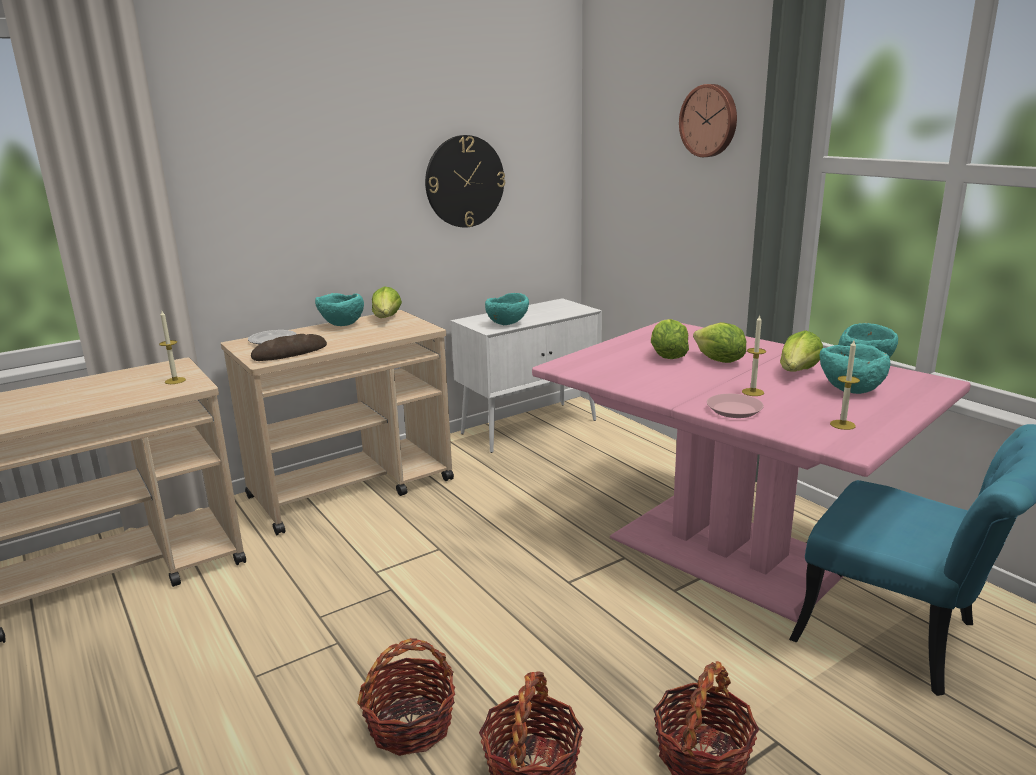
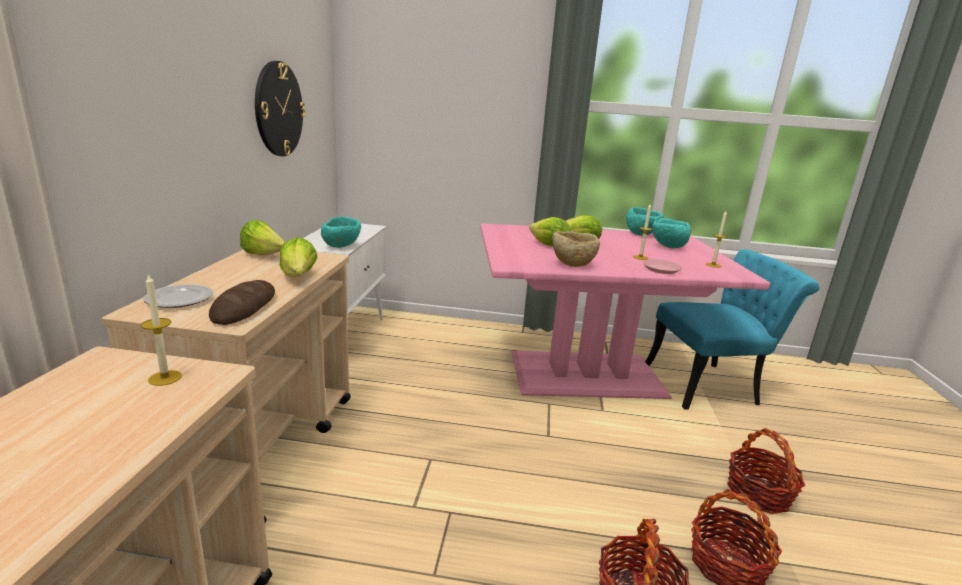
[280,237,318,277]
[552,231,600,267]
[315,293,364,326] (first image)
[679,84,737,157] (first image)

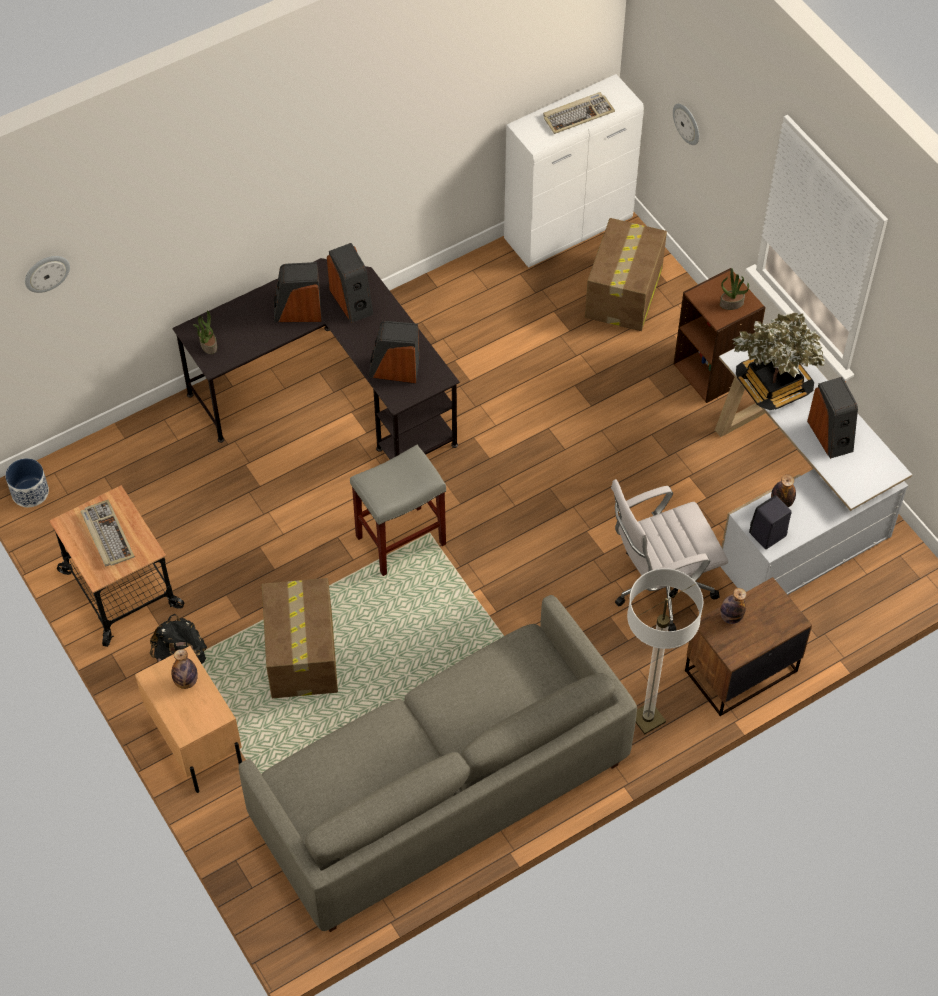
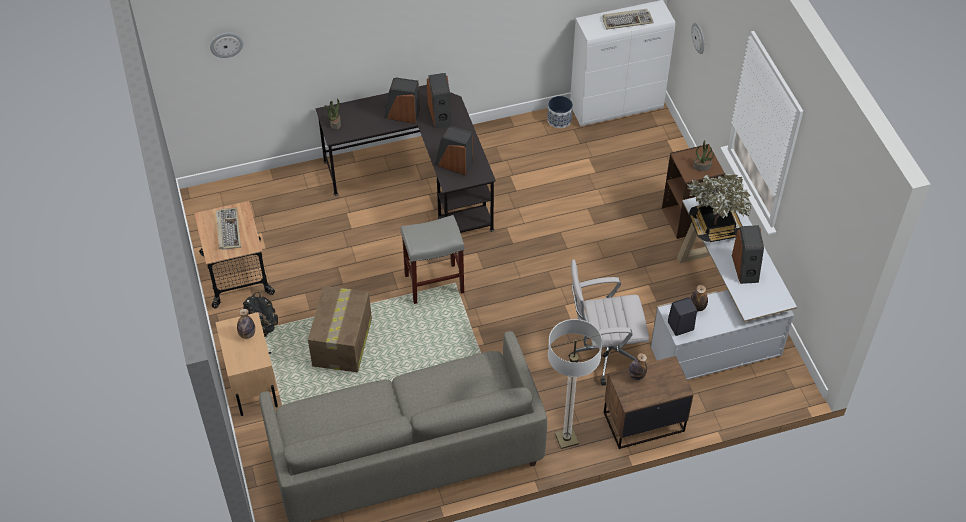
[547,96,573,128]
[585,218,667,331] (first image)

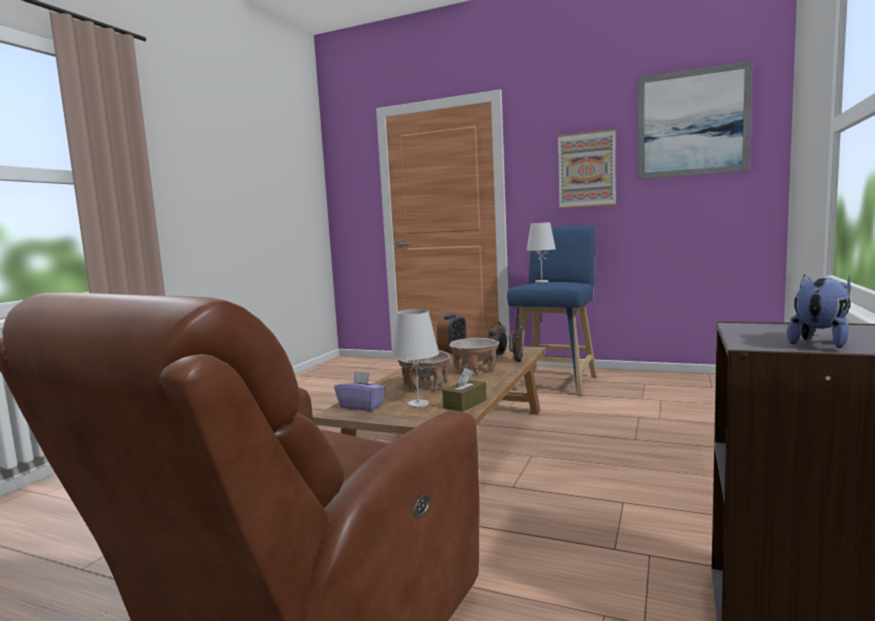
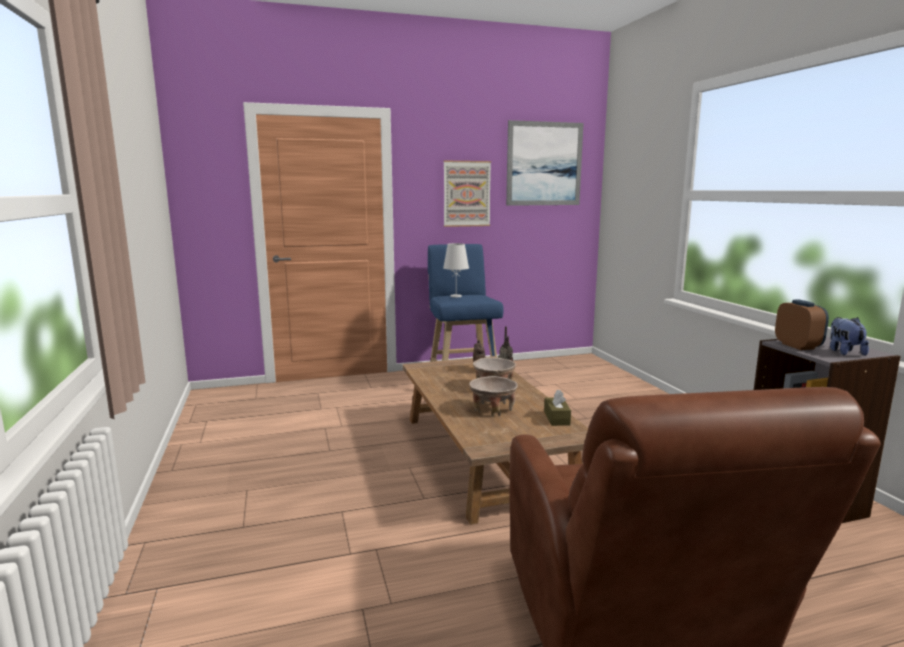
[775,299,829,350]
[334,371,386,411] (first image)
[392,309,439,408] (first image)

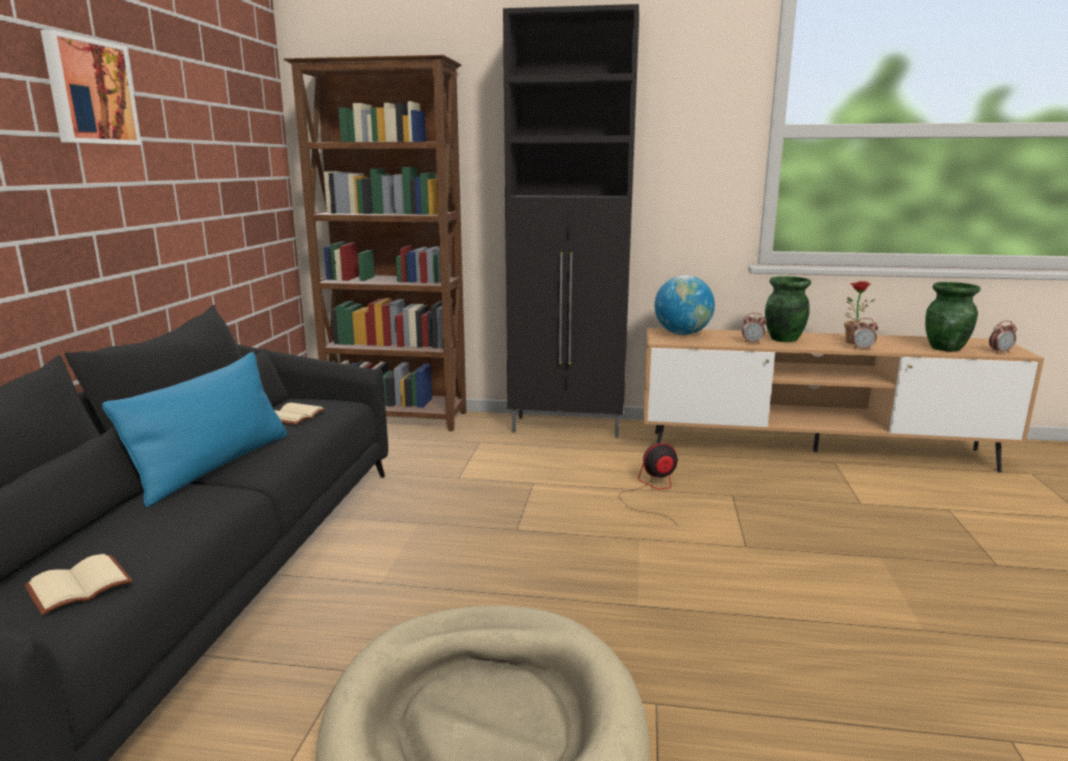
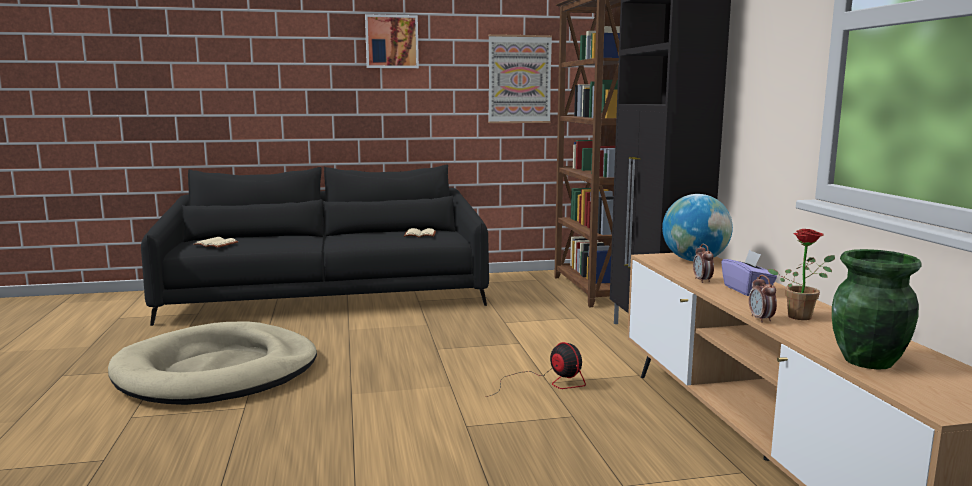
[488,34,552,123]
[721,250,777,296]
[102,352,287,507] (first image)
[989,321,1017,353] (first image)

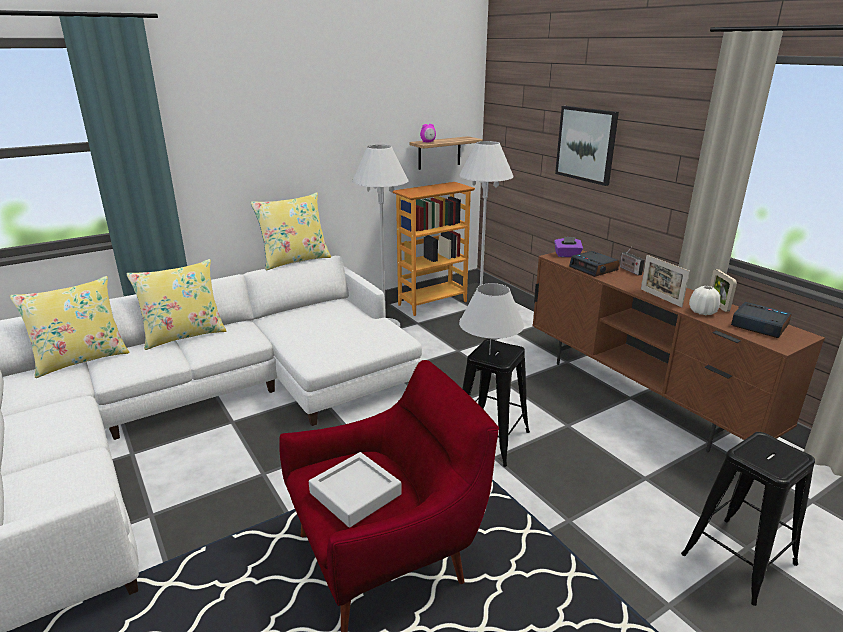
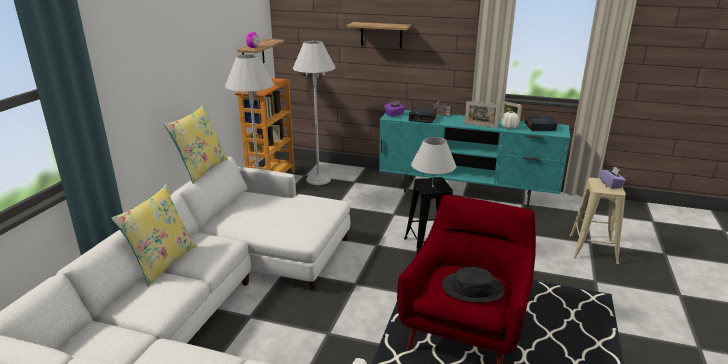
[347,22,411,48]
[379,110,570,209]
[442,267,505,303]
[569,178,626,264]
[600,166,626,189]
[10,276,130,378] (first image)

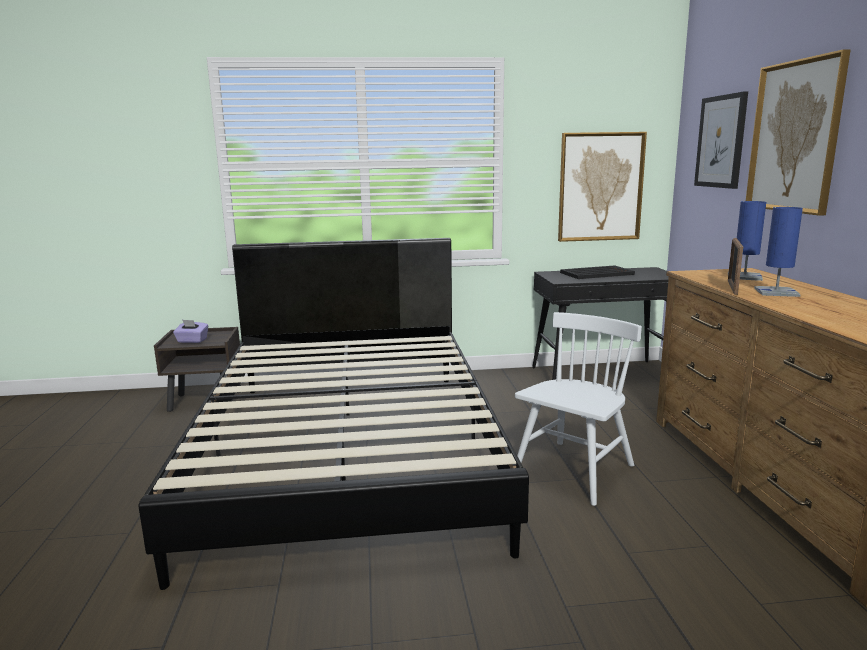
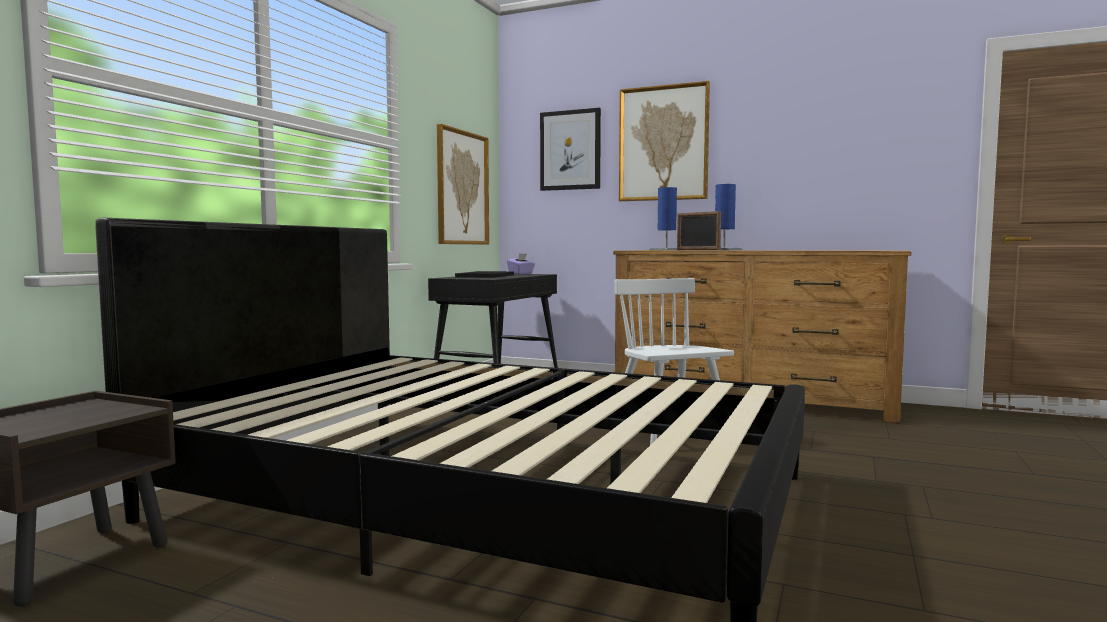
[507,253,535,274]

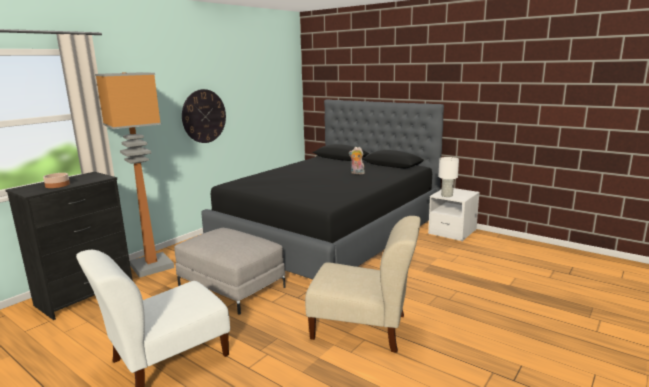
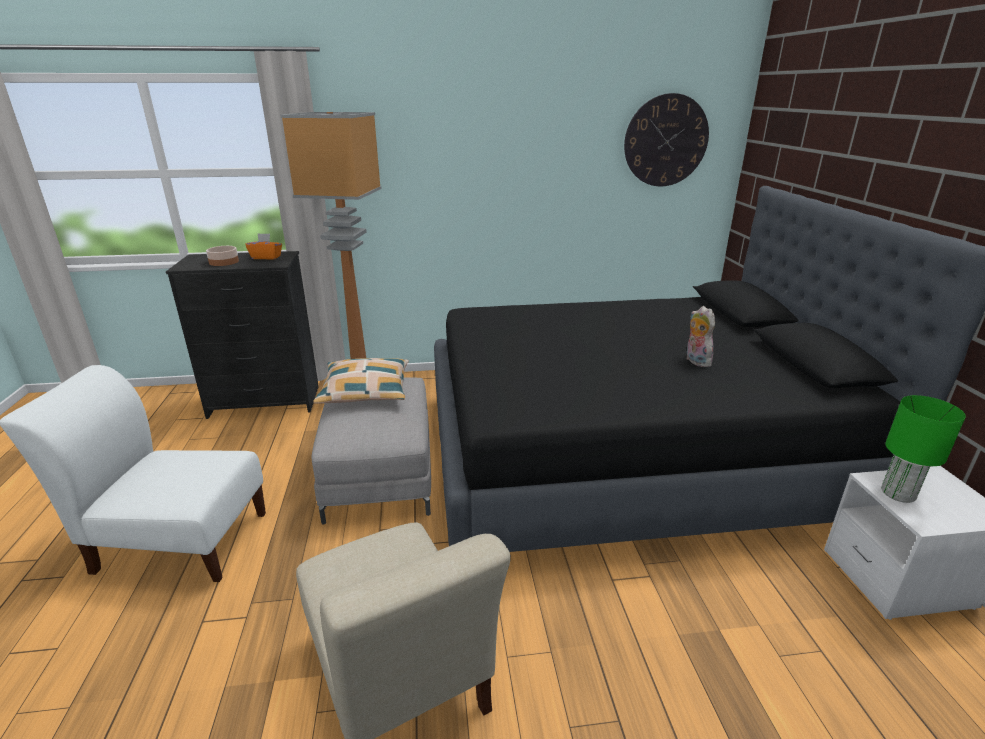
[245,233,282,260]
[313,358,409,403]
[624,93,709,186]
[881,395,966,503]

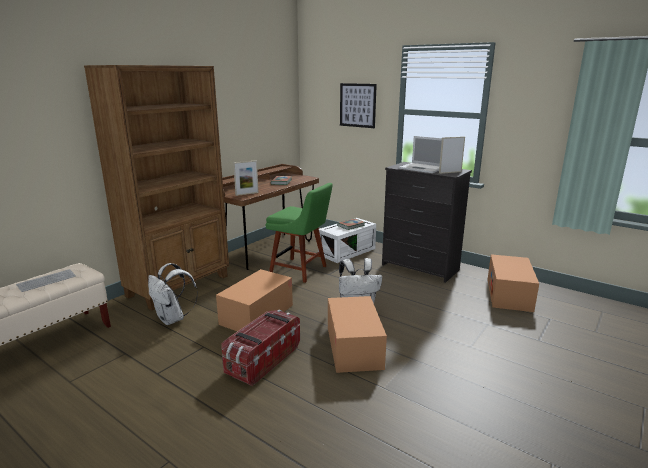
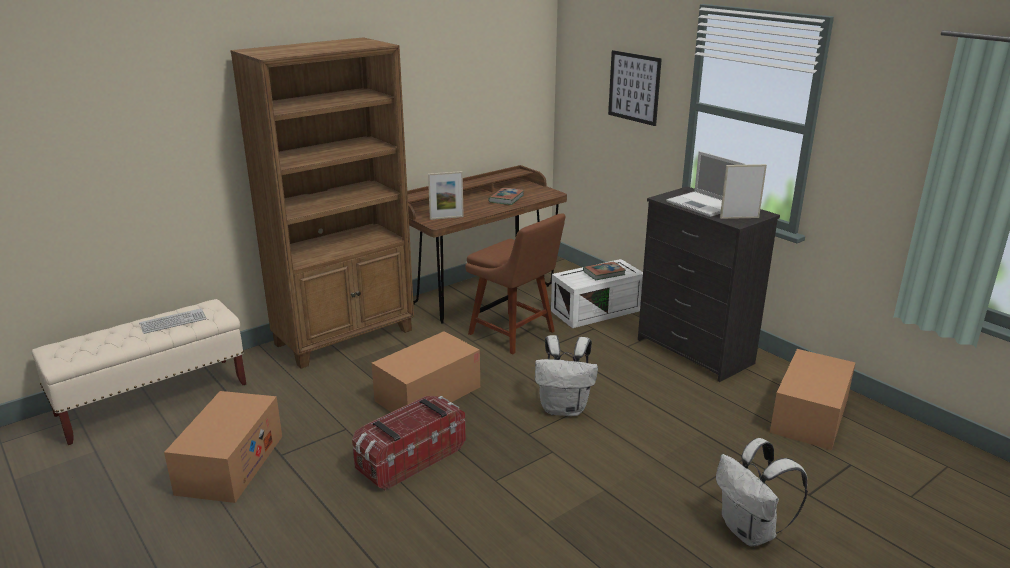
[164,391,282,503]
[465,213,566,354]
[716,438,808,547]

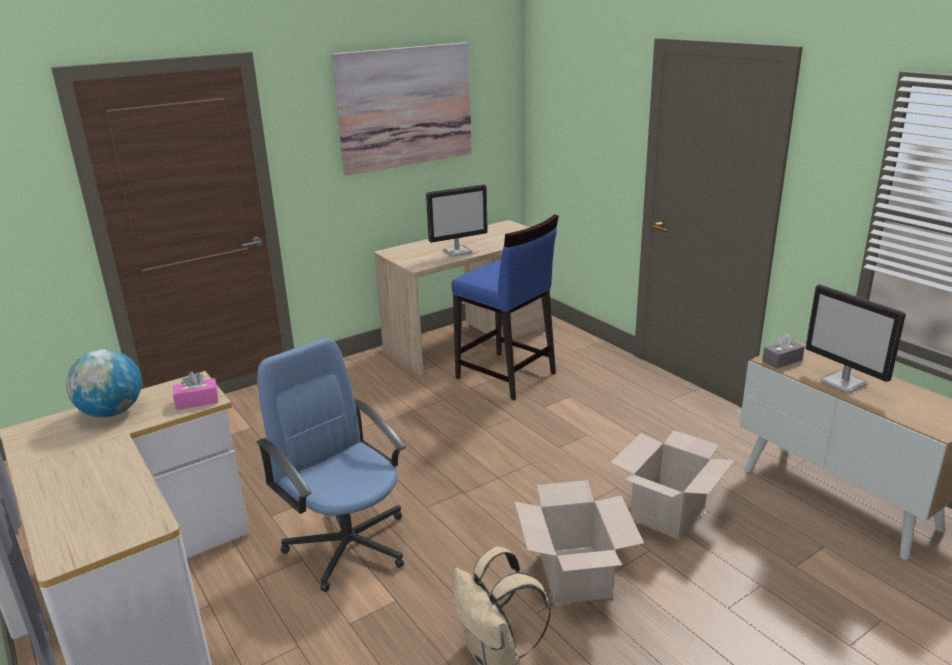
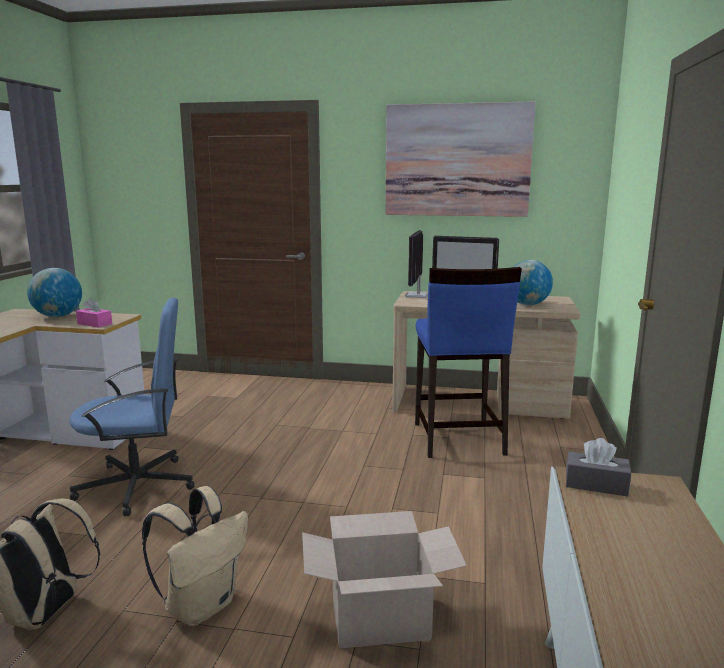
[69,298,195,516]
[142,486,248,626]
[405,230,428,298]
[513,260,553,305]

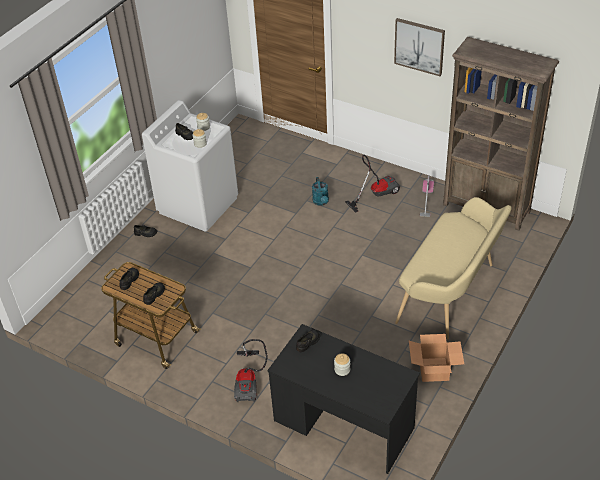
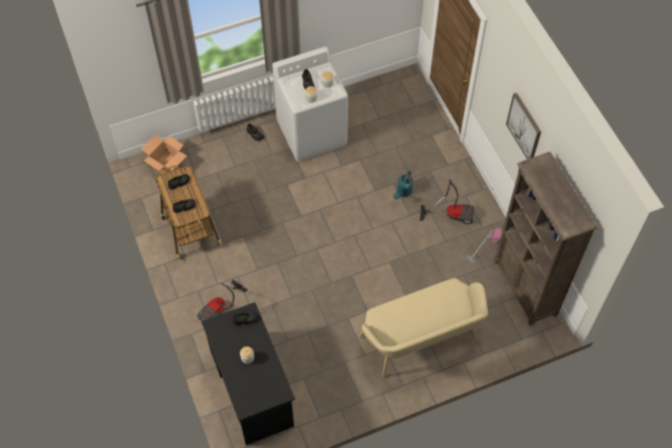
[141,134,187,174]

